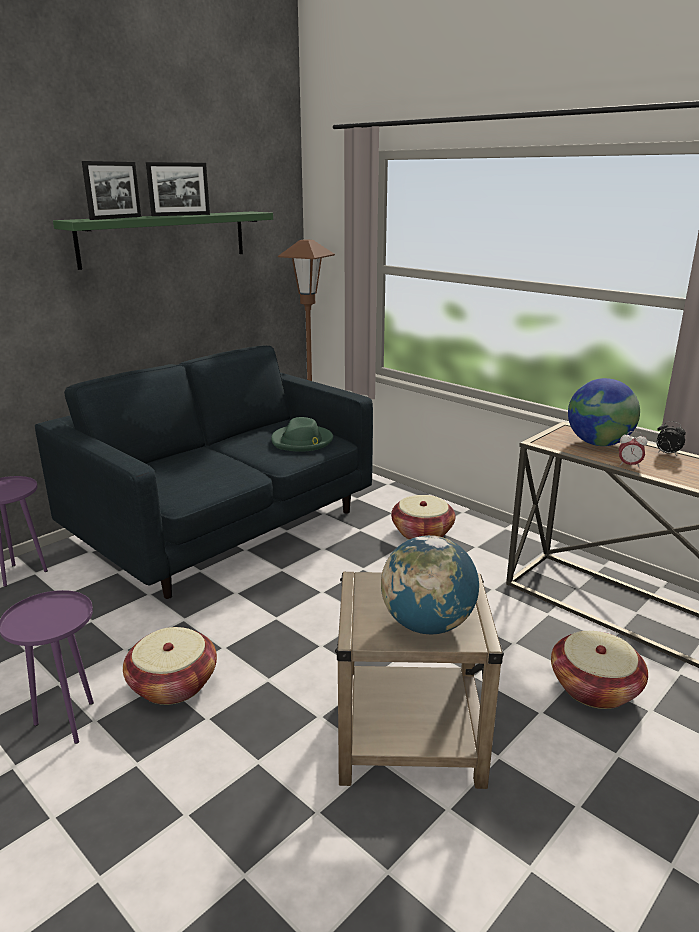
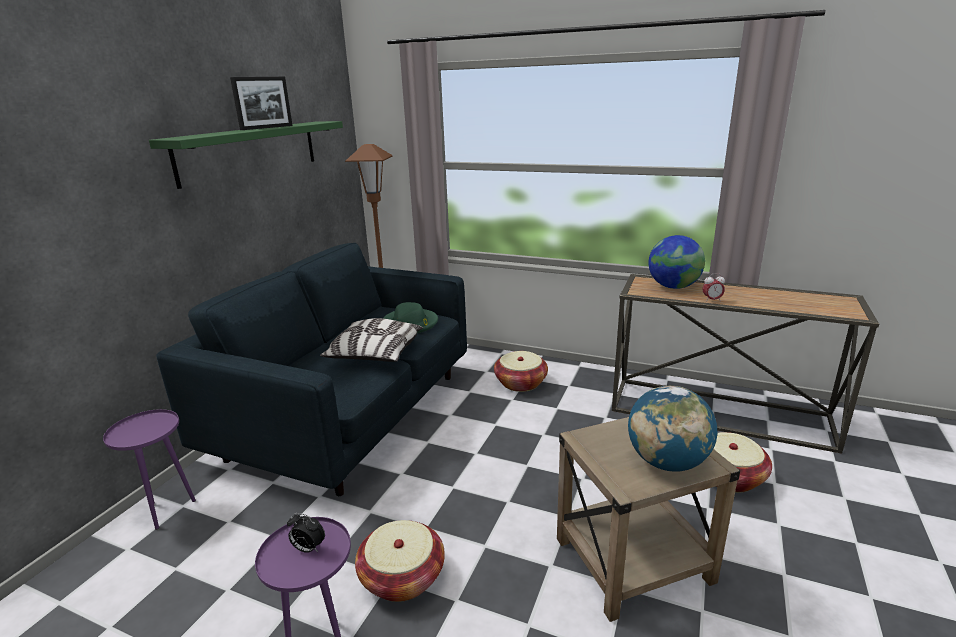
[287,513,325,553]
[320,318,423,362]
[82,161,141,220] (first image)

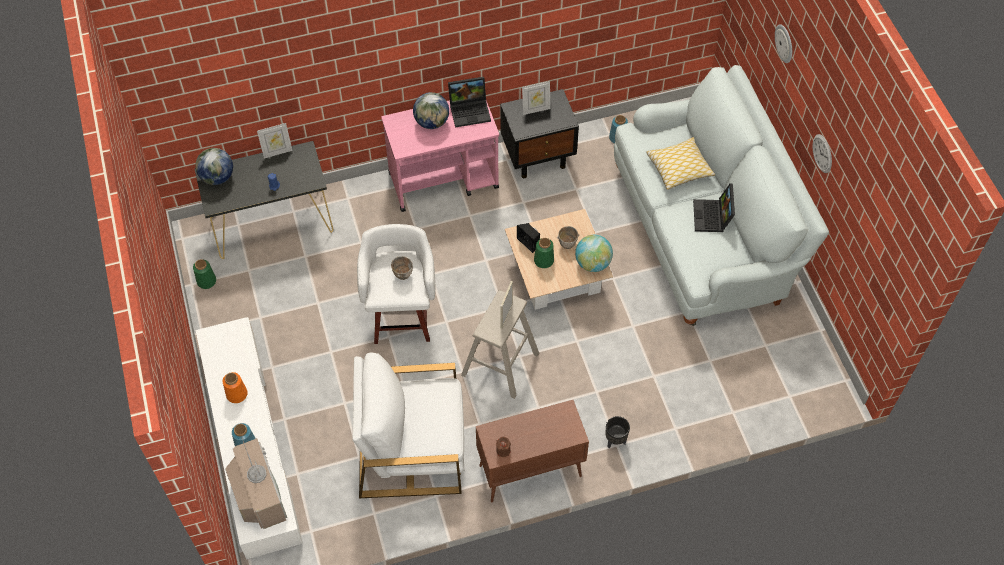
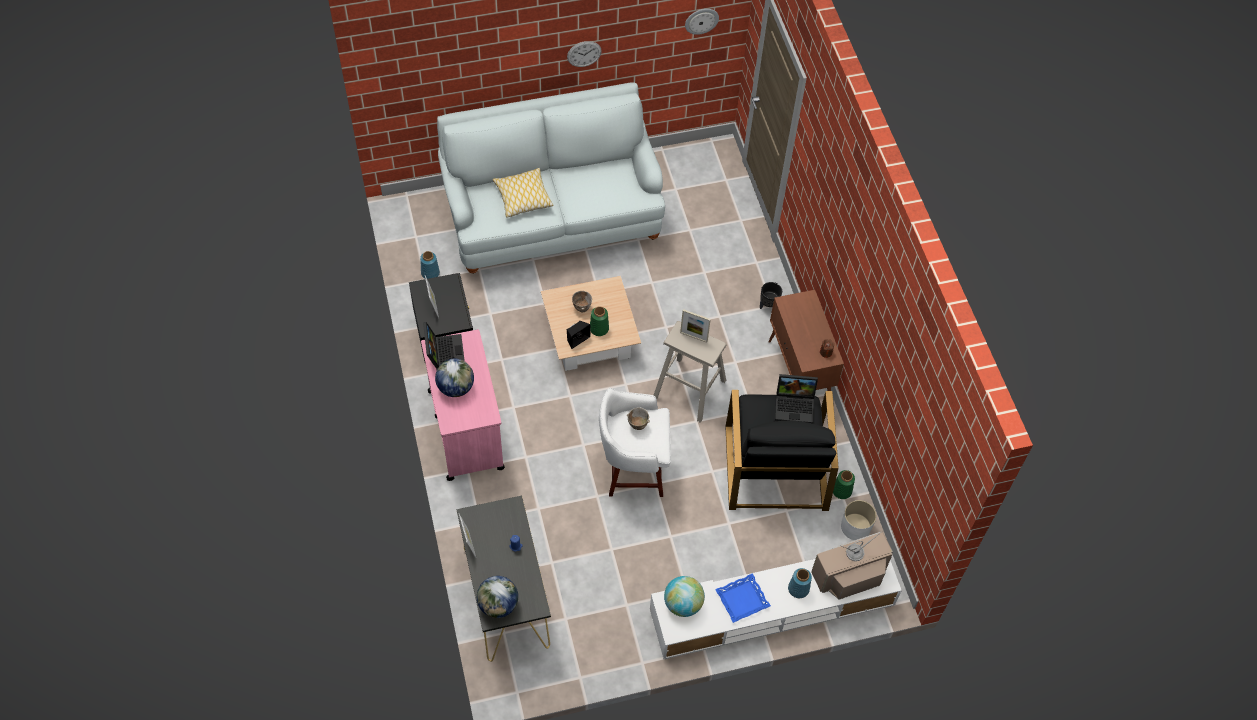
[664,576,705,617]
[685,9,719,35]
[715,573,771,623]
[725,390,839,511]
[775,374,818,424]
[833,470,855,499]
[841,500,876,540]

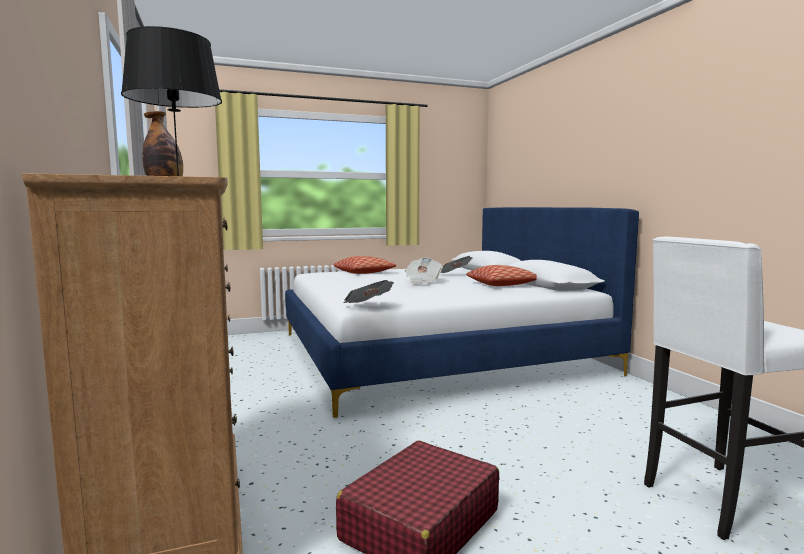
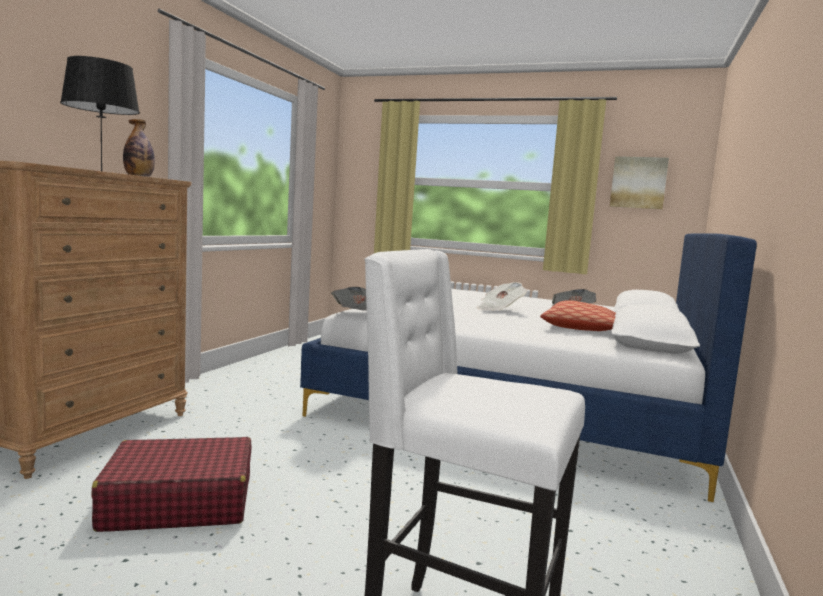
[610,156,669,209]
[333,256,396,274] (first image)

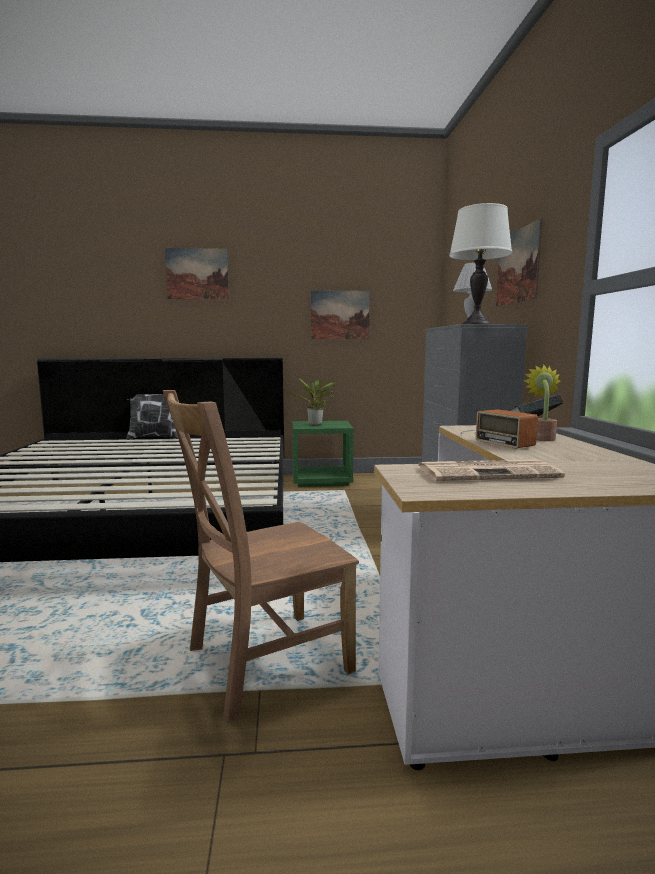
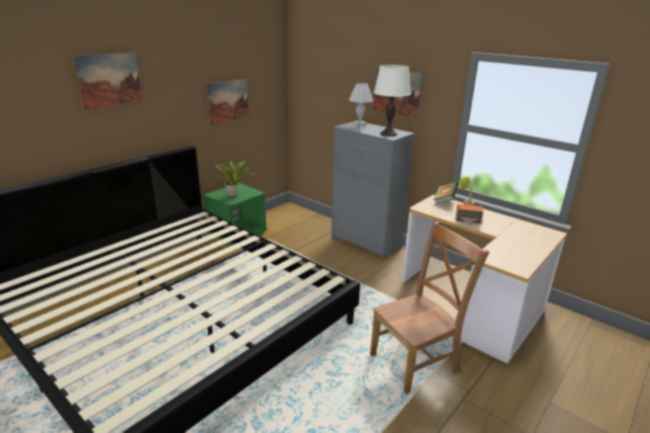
[370,221,490,394]
[126,392,178,440] (first image)
[418,459,565,481] (first image)

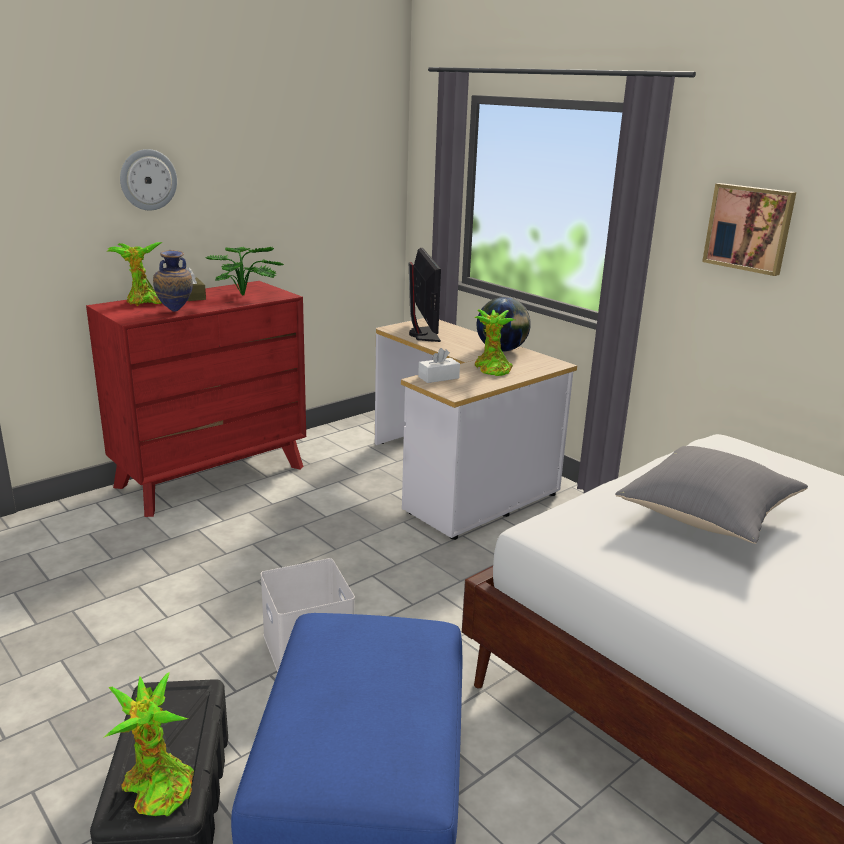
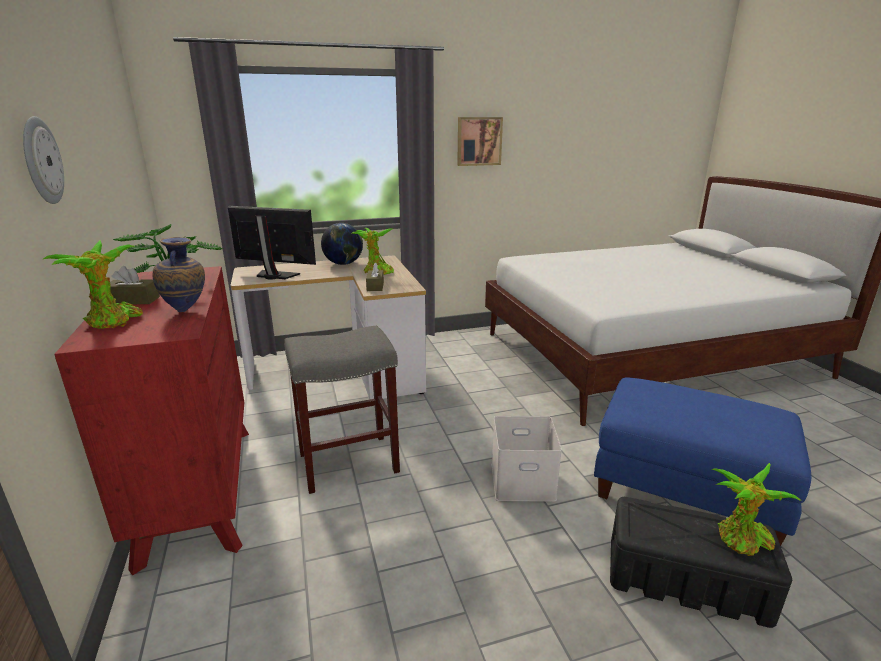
[284,326,400,494]
[366,262,384,291]
[615,446,808,544] (first image)

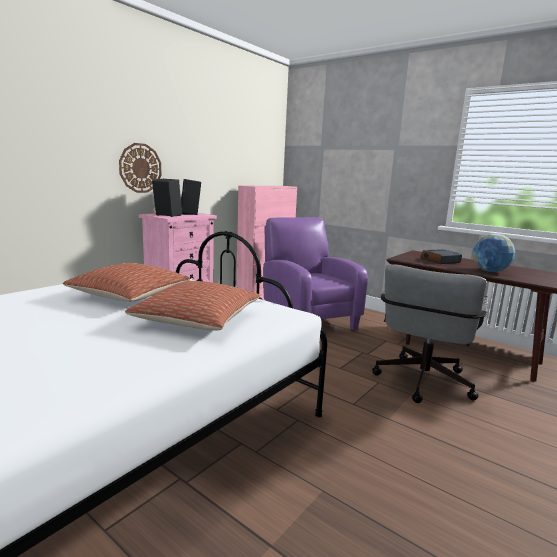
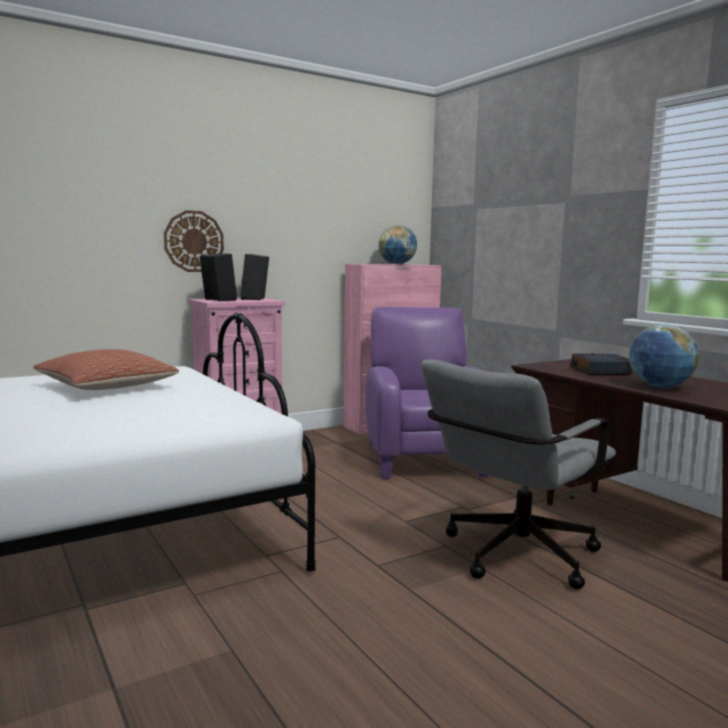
[379,225,417,265]
[125,281,261,330] (first image)

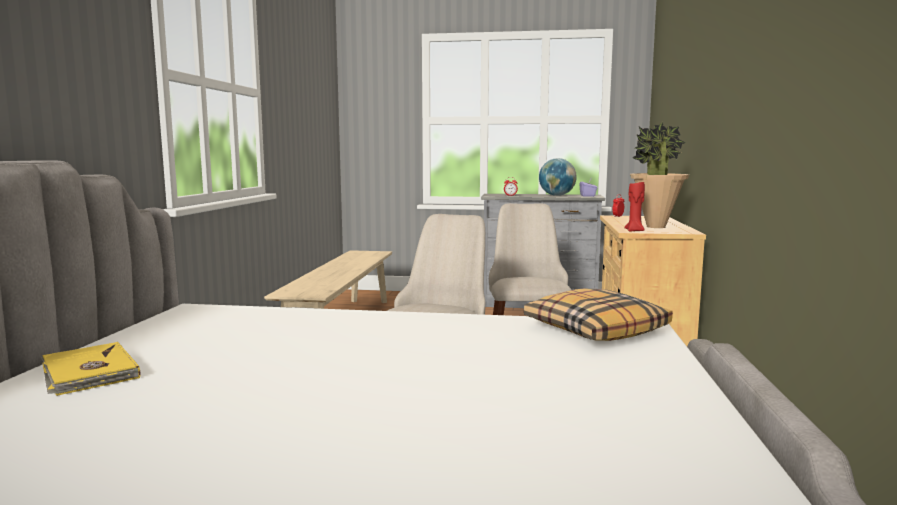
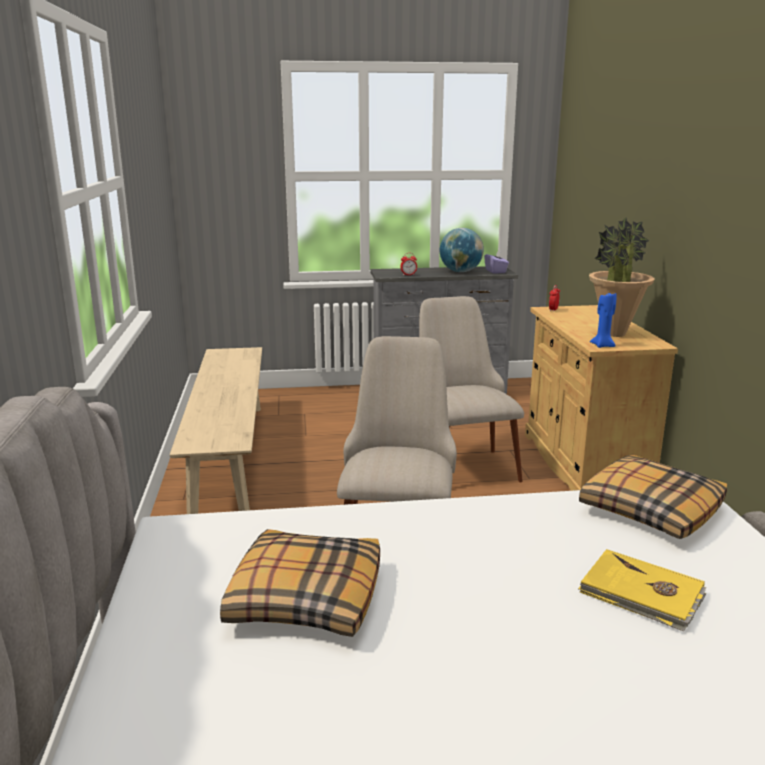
[220,529,380,637]
[578,549,706,632]
[590,293,617,348]

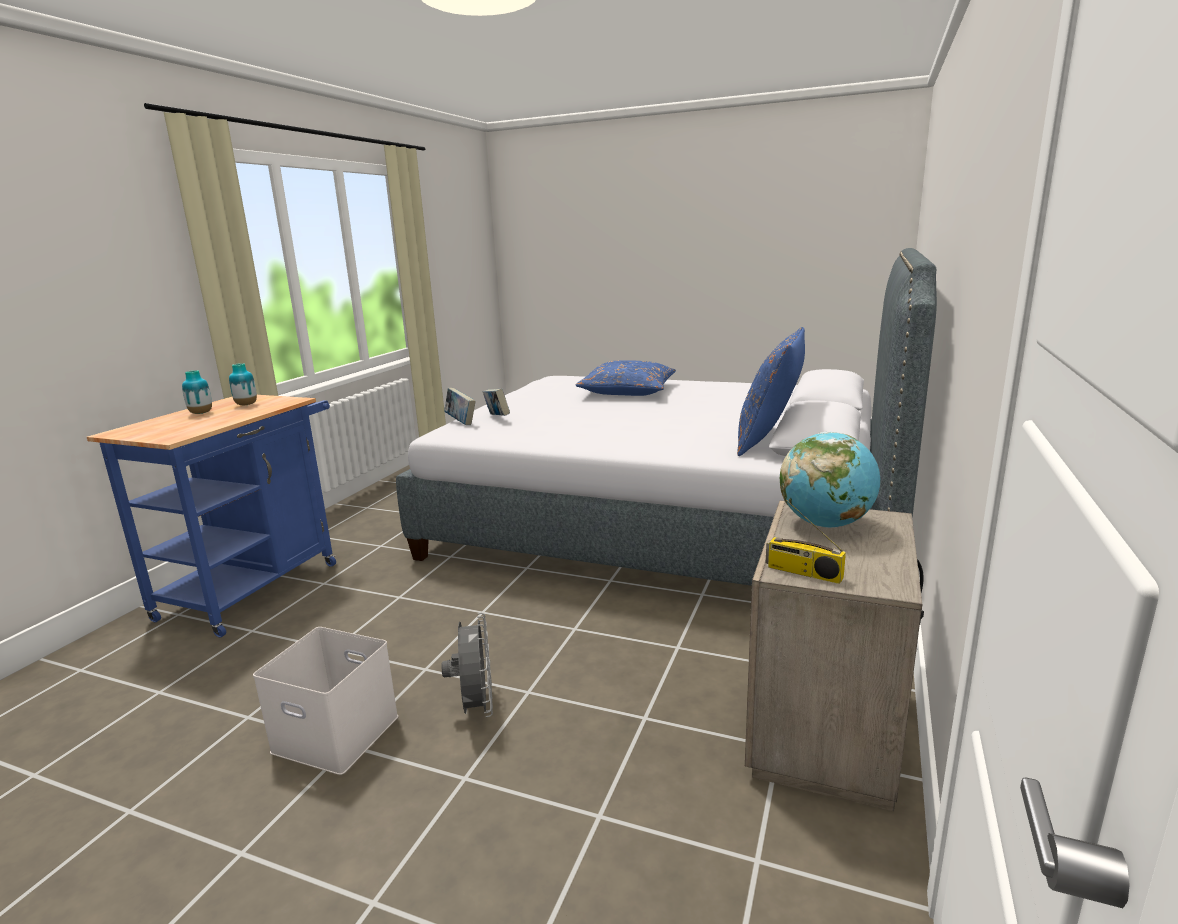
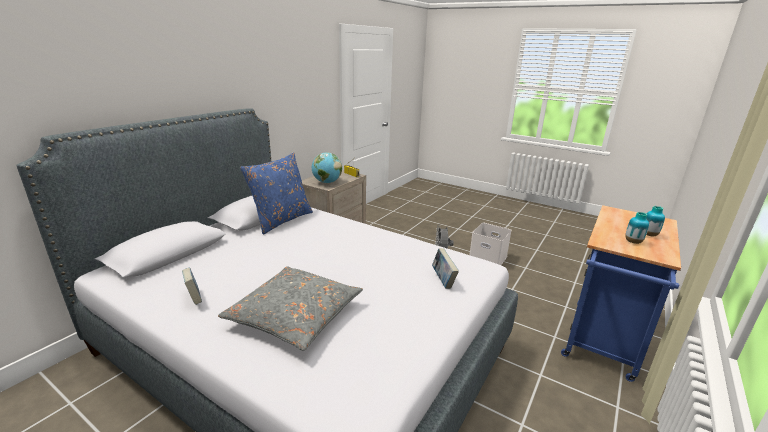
[182,268,202,305]
[218,266,363,351]

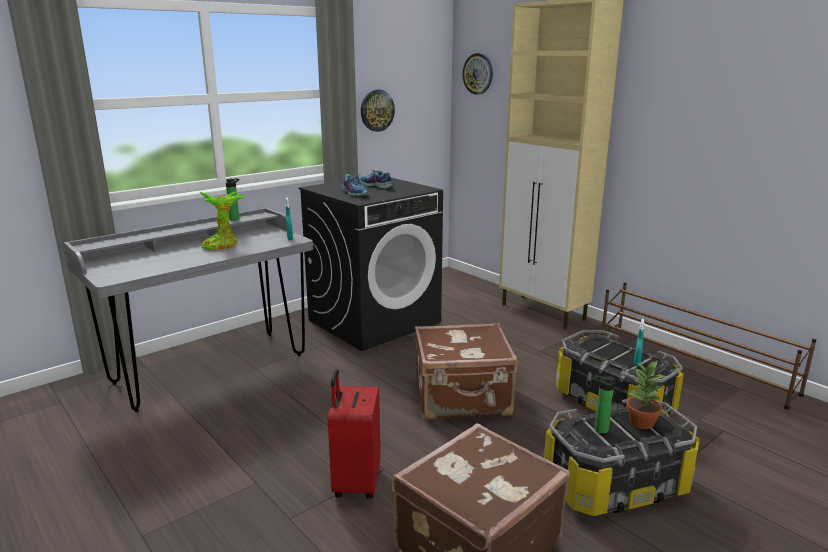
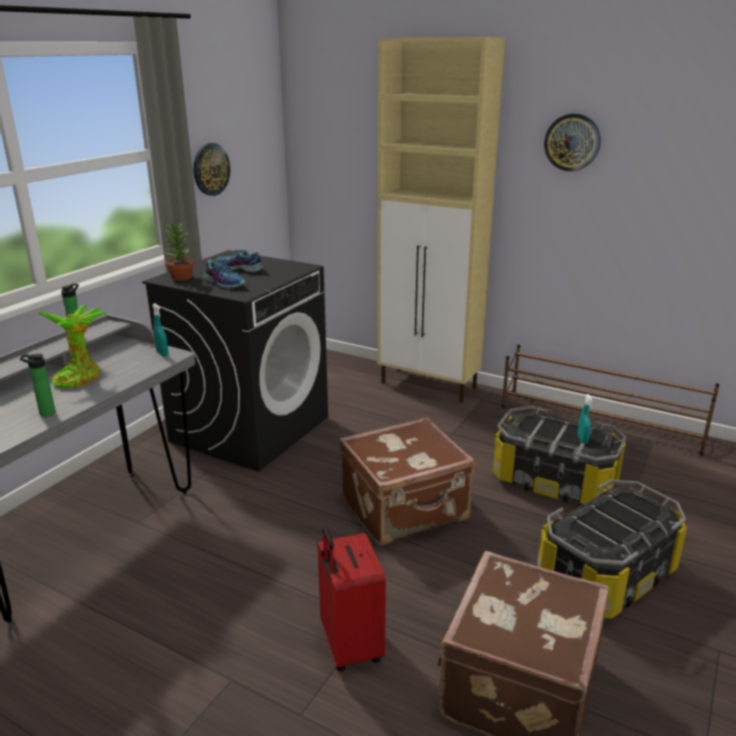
[20,354,56,417]
[165,222,194,281]
[544,113,601,171]

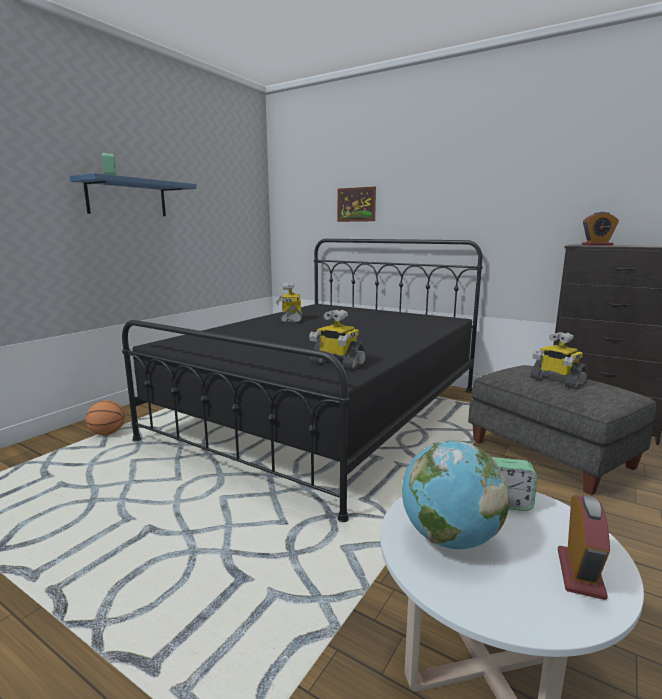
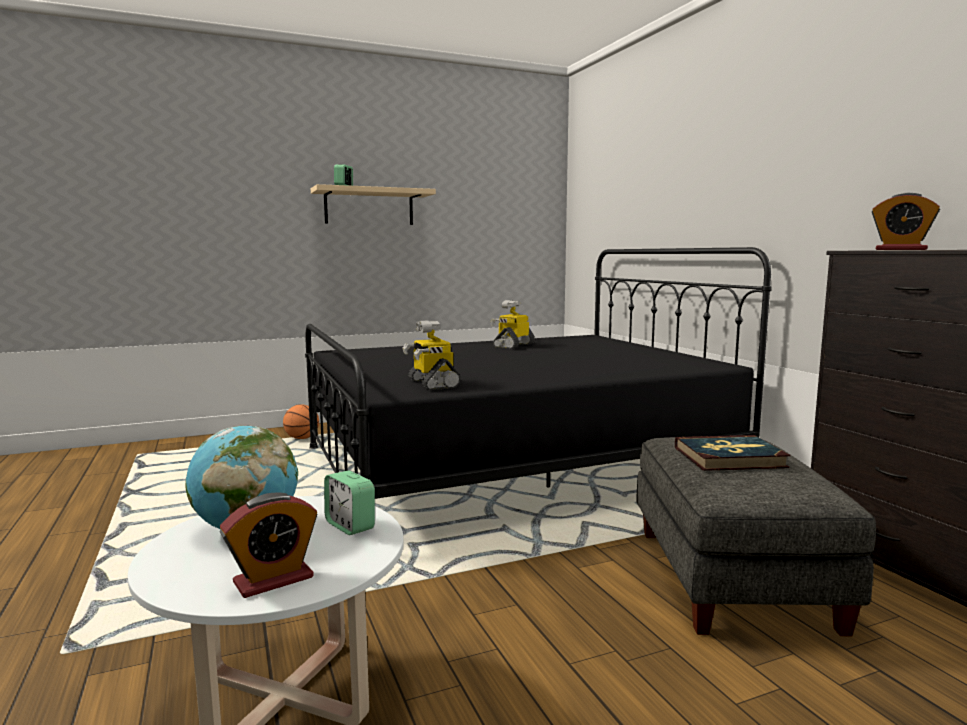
[311,184,436,225]
[675,435,790,471]
[337,186,376,222] (first image)

